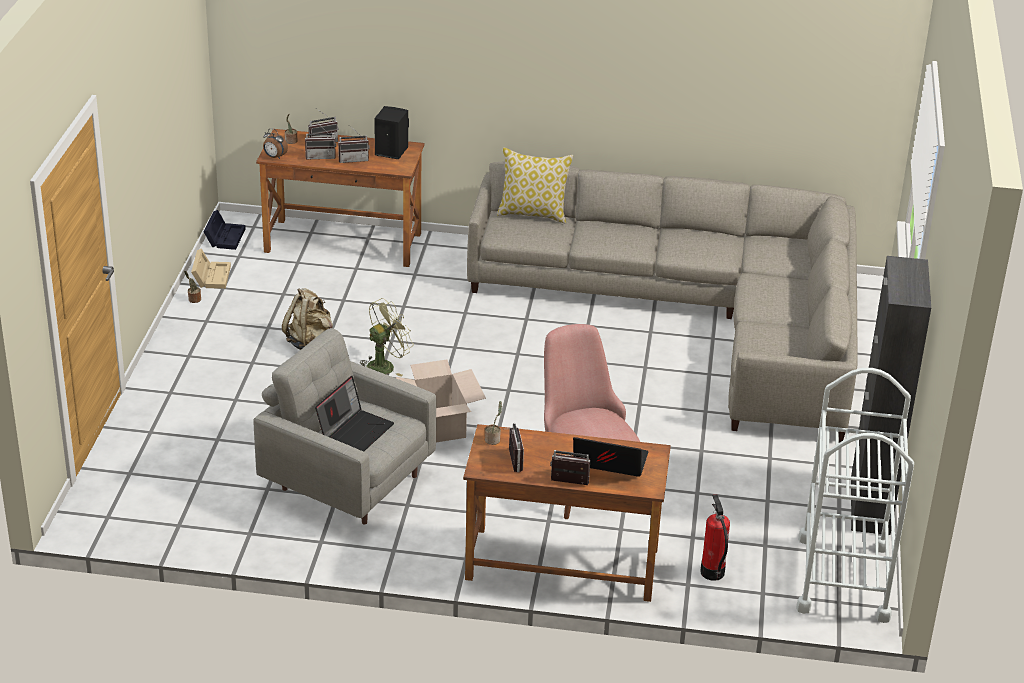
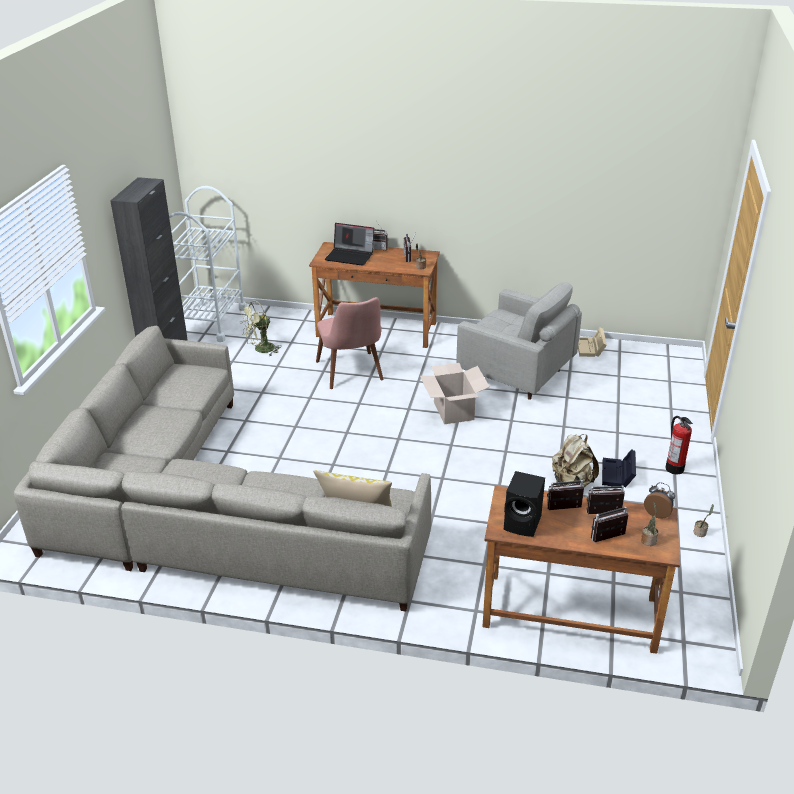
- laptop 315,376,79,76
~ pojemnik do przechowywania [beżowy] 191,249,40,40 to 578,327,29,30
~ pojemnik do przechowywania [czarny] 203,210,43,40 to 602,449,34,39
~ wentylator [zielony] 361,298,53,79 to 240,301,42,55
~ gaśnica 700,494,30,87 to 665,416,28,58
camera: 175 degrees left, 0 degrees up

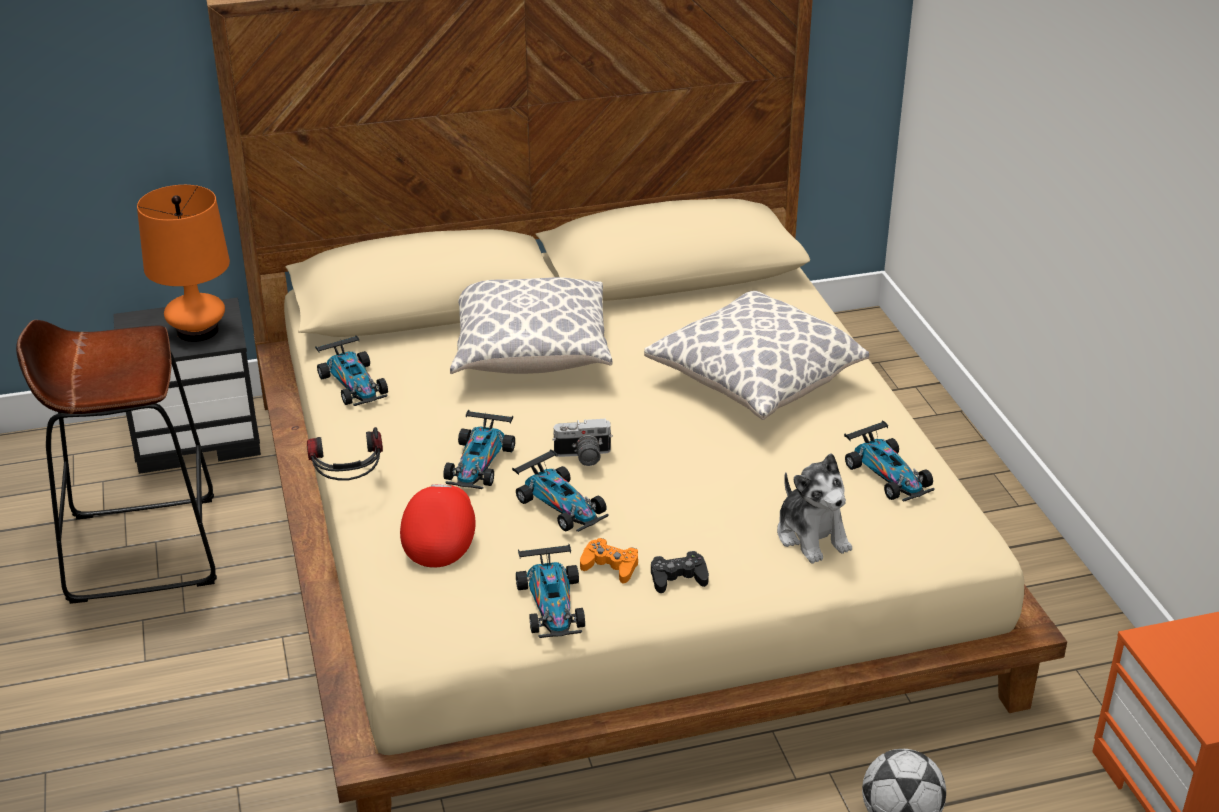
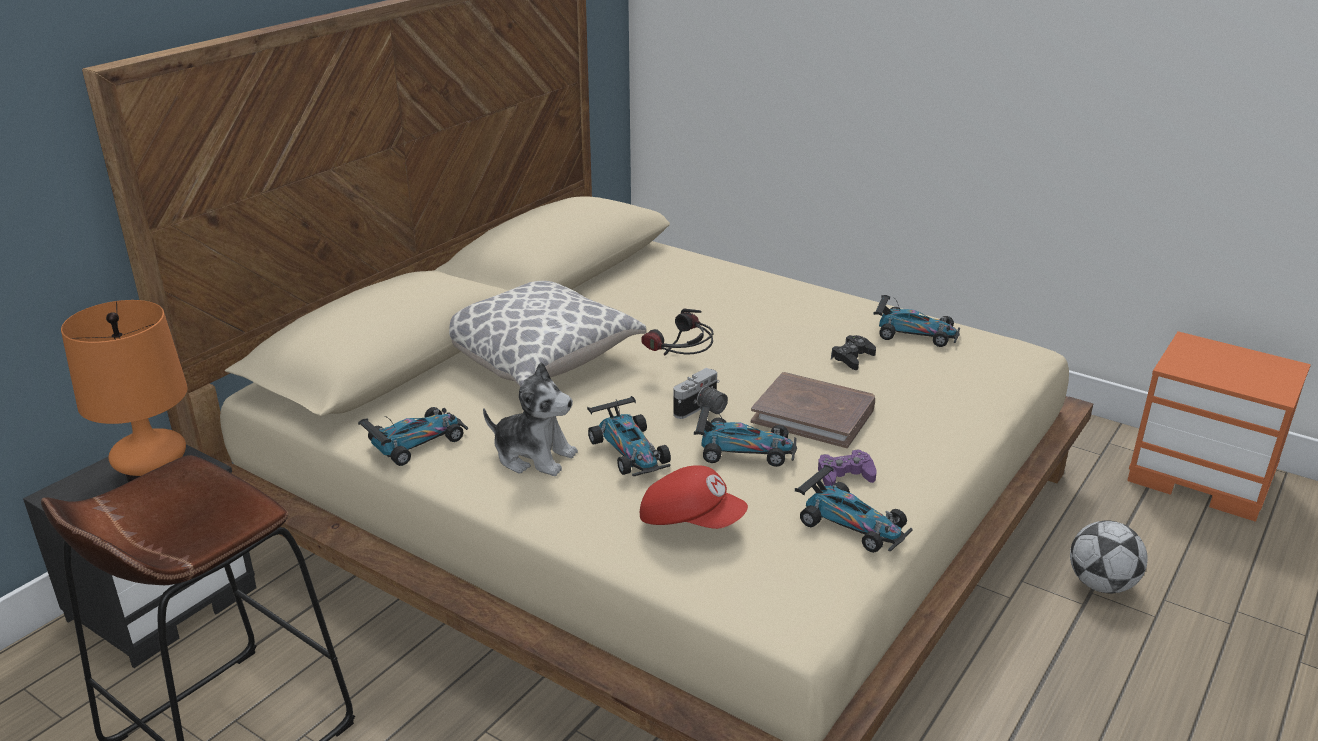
- poduszka 644,291,225,129
+ książka [brązowy] 751,372,124,76
~ słuchawki 307,427,76,53 to 641,308,72,47
~ pad do gier [czarny] 651,551,58,42 to 831,335,45,35
~ pluszak 777,453,75,111 to 483,362,95,114
~ pad do gier [pomarańczowy] 580,538,58,46 to pad do gier [fioletowy] 818,450,59,36
~ samochodzik 315,335,73,71 = 358,407,110,59 60 degrees counterclockwise
~ czapka z daszkiem [czerwony] 400,484,76,84 = 640,465,108,64 150 degrees clockwise
camera: 40 degrees left, 5 degrees down

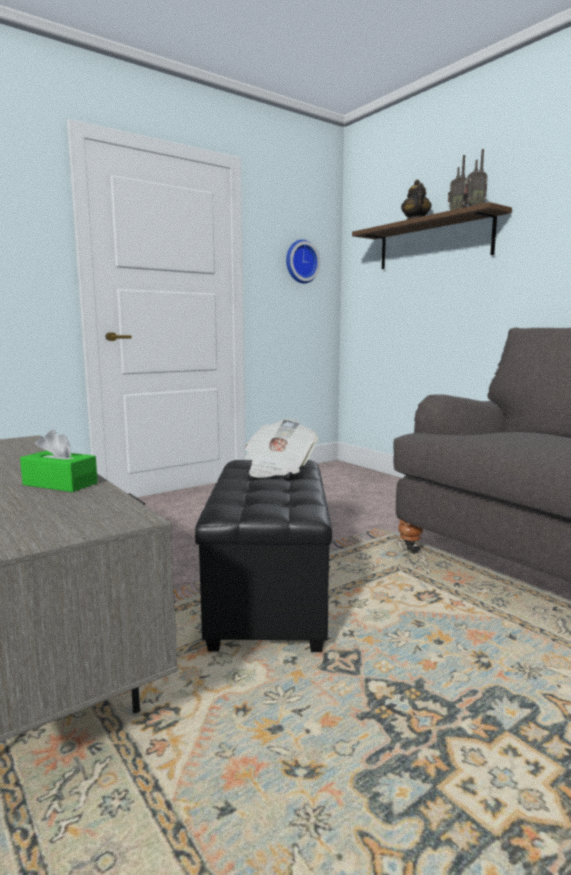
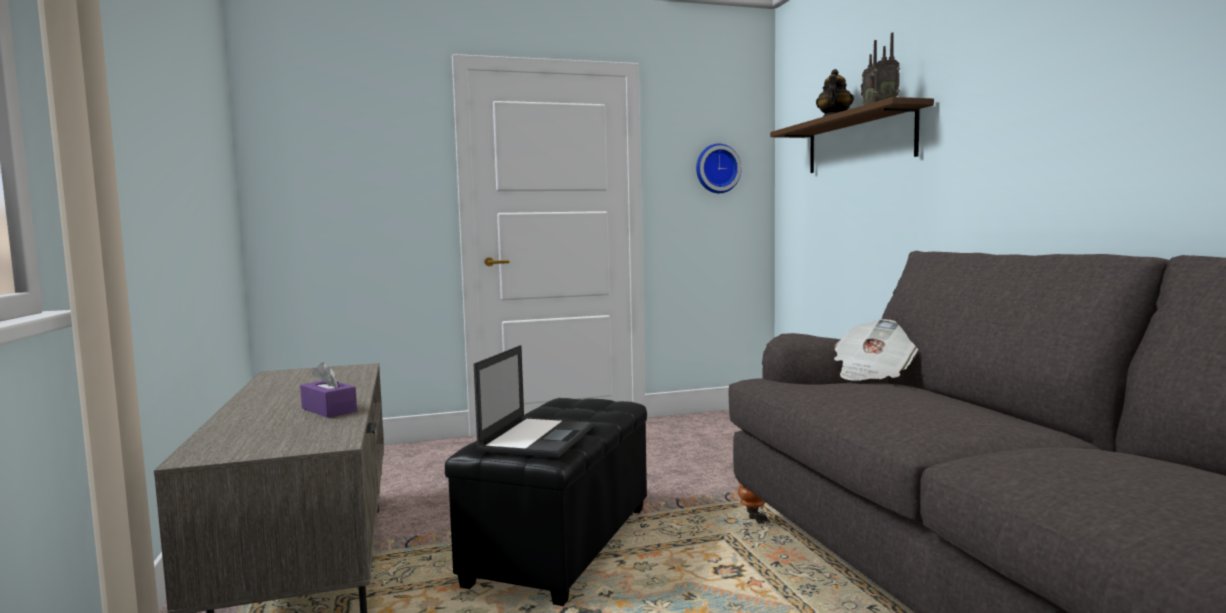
+ laptop 474,345,120,112
~ gazeta 245,419,74,59 to 834,319,84,62
~ pudełko chusteczek [zielony] 20,429,78,63 to pudełko chusteczek [fioletowy] 300,362,57,56
camera: 20 degrees right, 5 degrees down

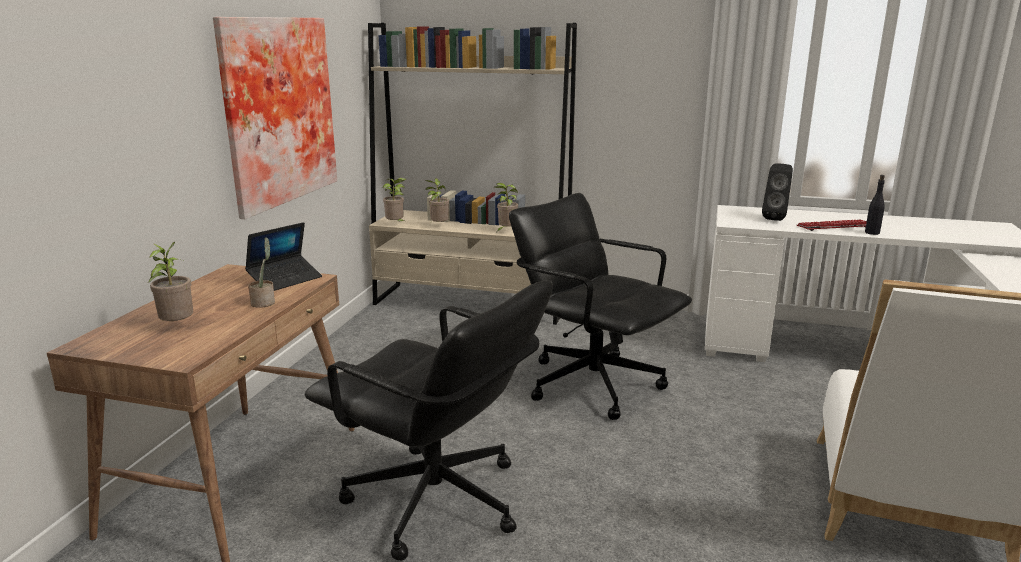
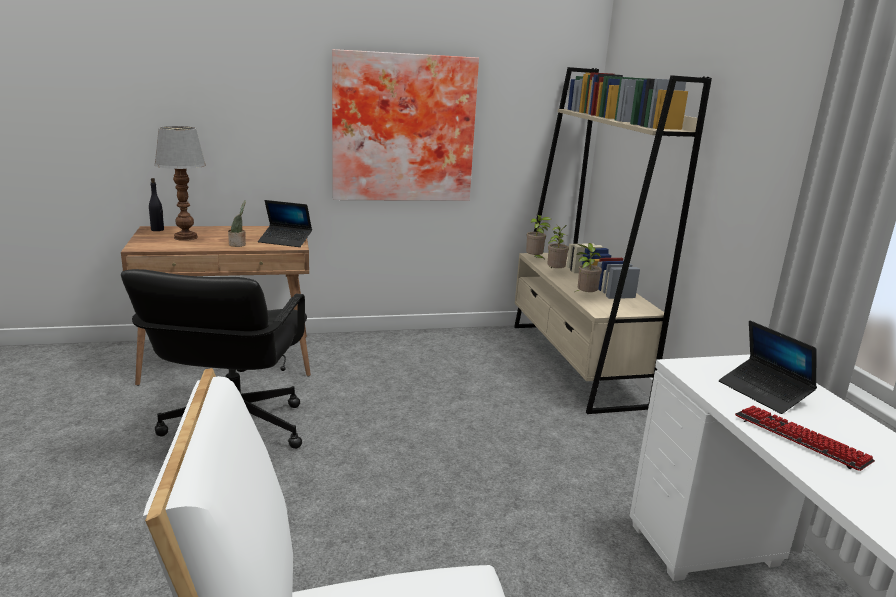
- krzesło biurowe [czarny] 509,193,183,227
~ butelka [czarny] 865,175,20,60 to 149,178,15,53
~ roślina doniczkowa 148,242,45,79 to lampa stołowa 154,126,52,115
~ głośnik [czarny] 762,164,31,57 to laptop 719,320,98,94
camera: 60 degrees right, 0 degrees up

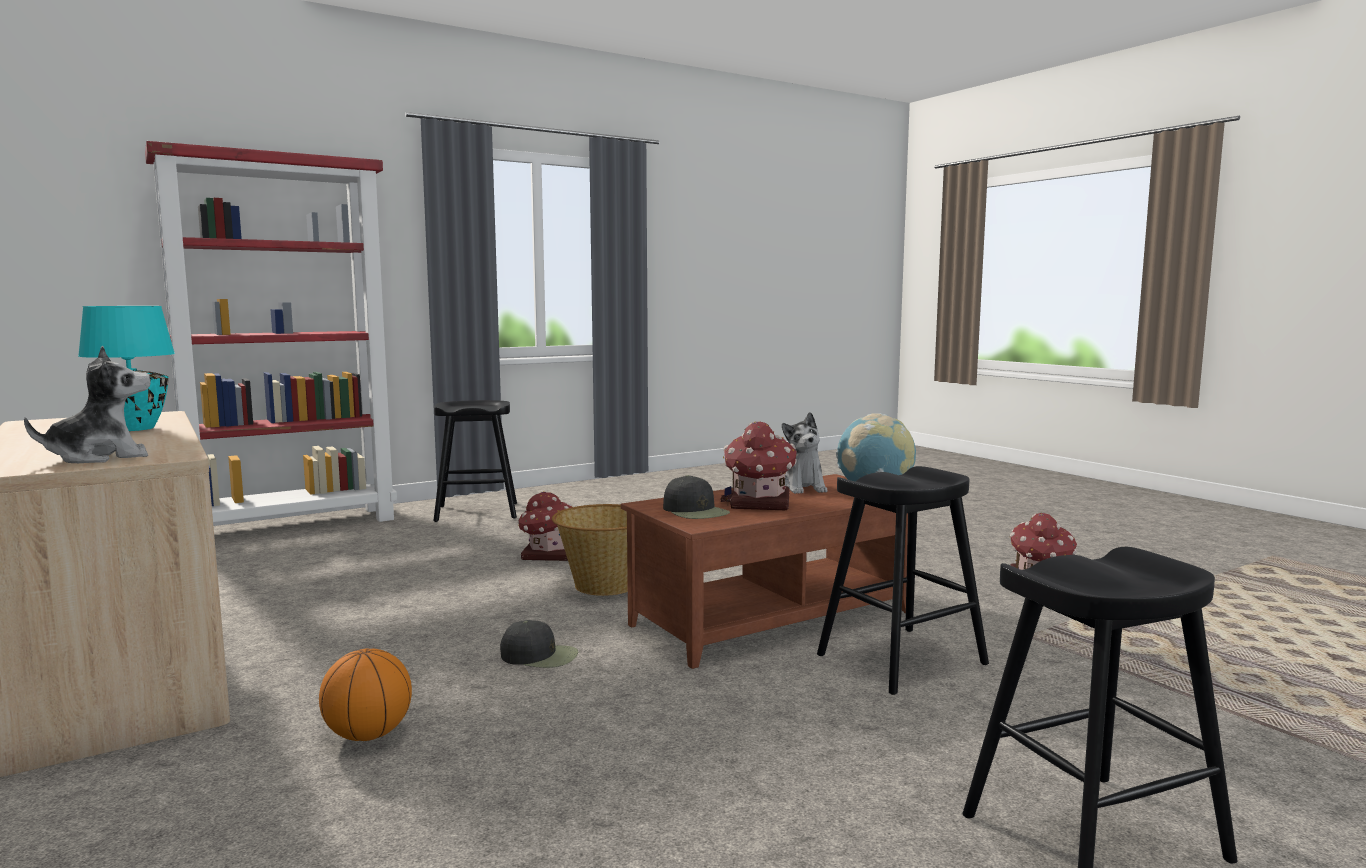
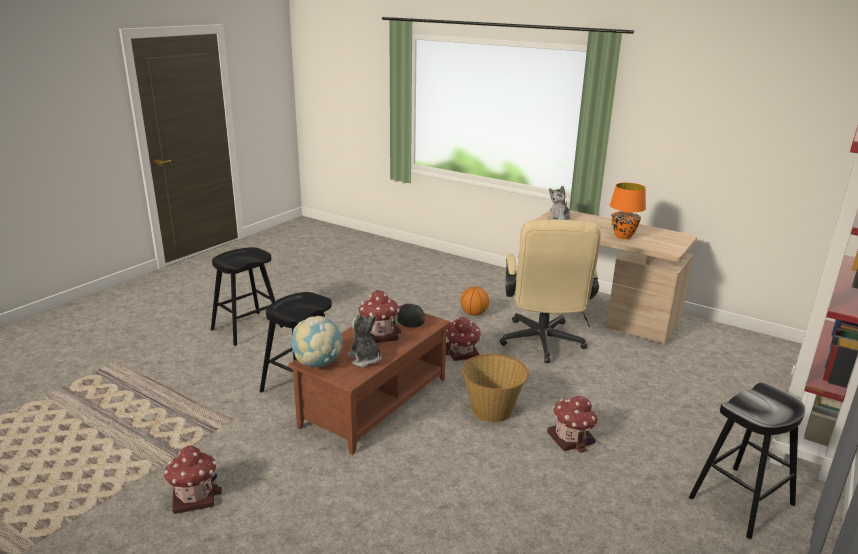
+ krzesło biurowe [beżowy] 500,220,101,143
~ czapka z daszkiem [czarny] 500,620,78,48 to domek 446,317,35,44
~ lampa stołowa [turkusowy] 78,306,97,125 to lampa stołowa [pomarańczowy] 610,183,36,56
camera: 155 degrees right, 15 degrees up

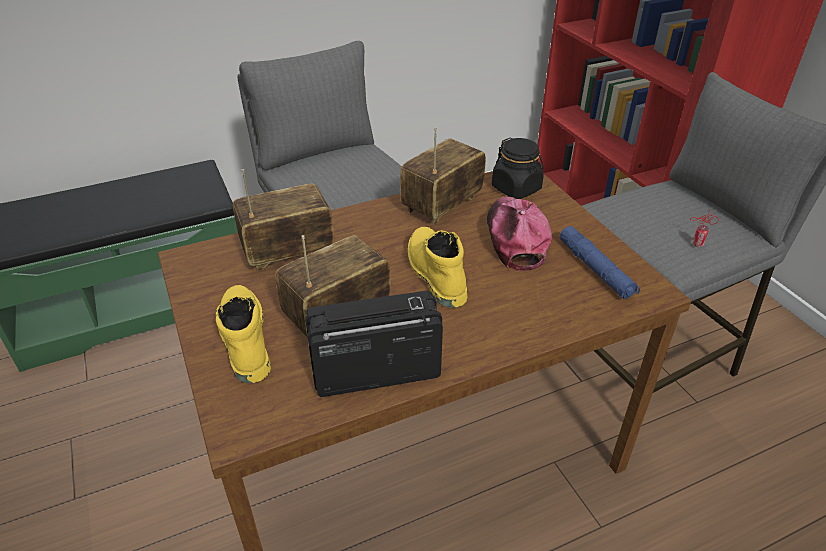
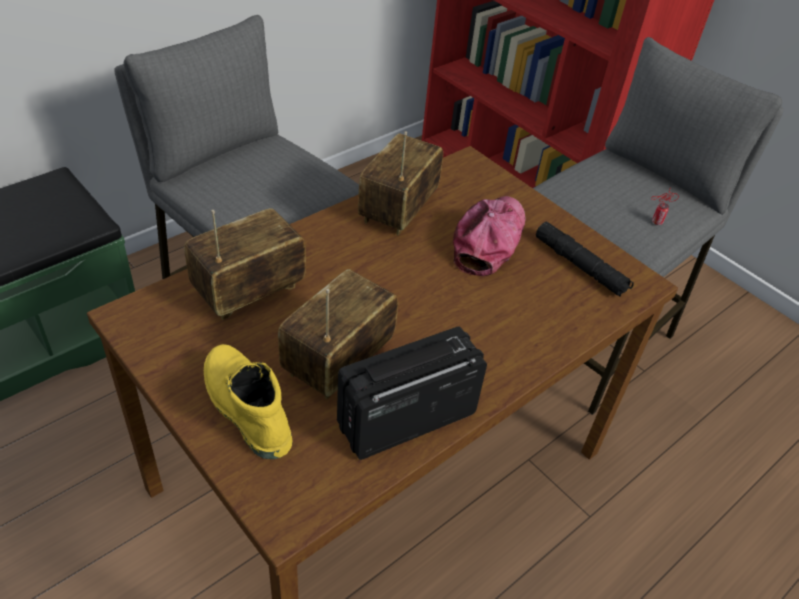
- but z cholewką [żółty] 408,227,59,81
- słoik [czarny] 492,137,52,62
~ latarka [niebieski] 560,226,80,73 to latarka [czarny] 536,222,98,74
~ czapka z daszkiem 487,197,65,75 = 453,196,72,80 45 degrees clockwise
camera: 20 degrees left, 5 degrees up

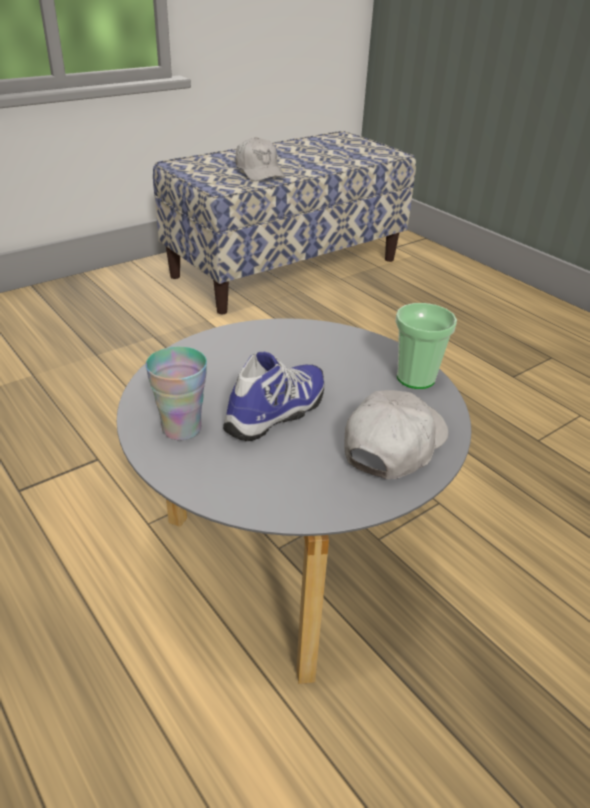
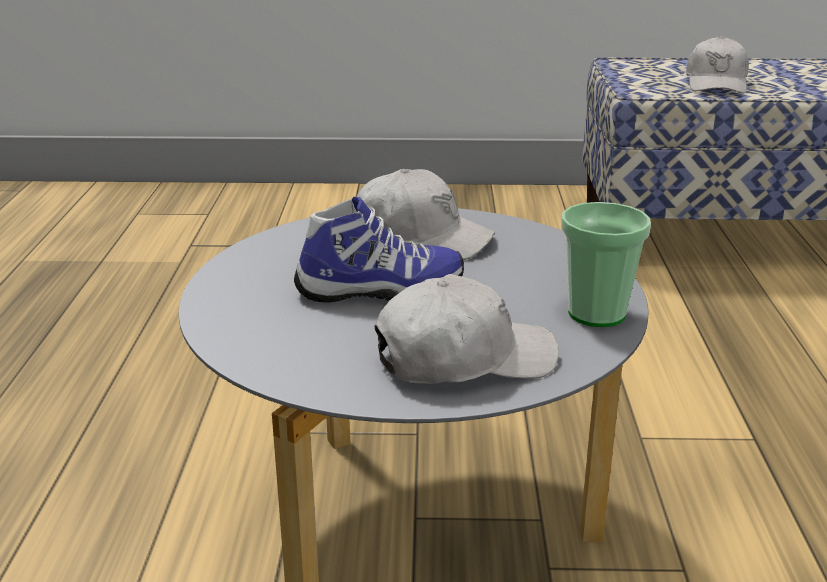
- filiżanka 145,347,62,93
+ czapka z daszkiem [biały] 356,169,139,91
camera: 40 degrees right, 10 degrees down

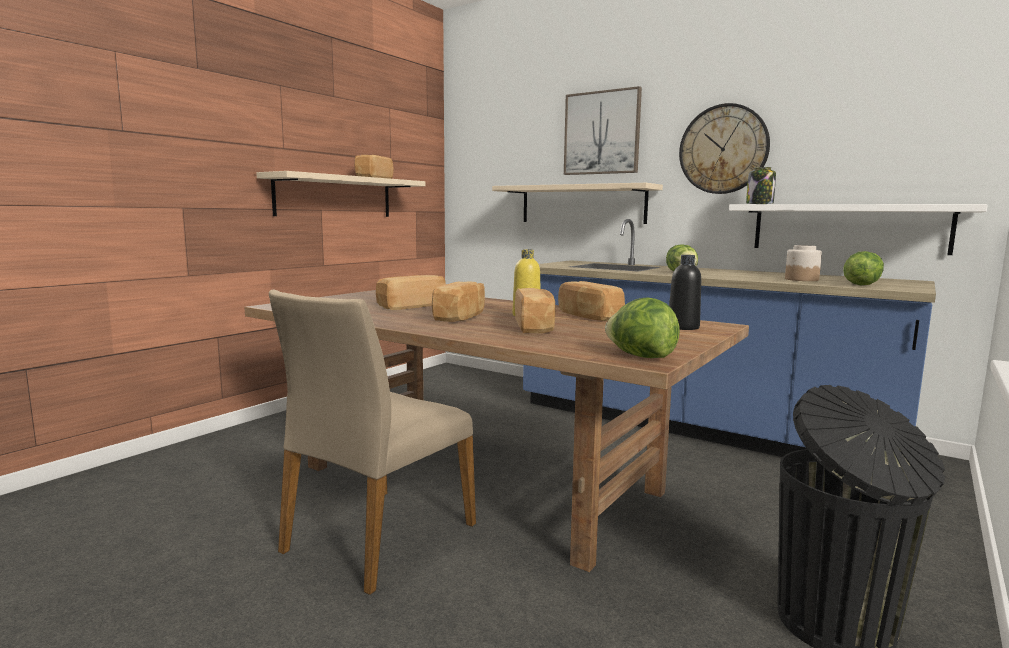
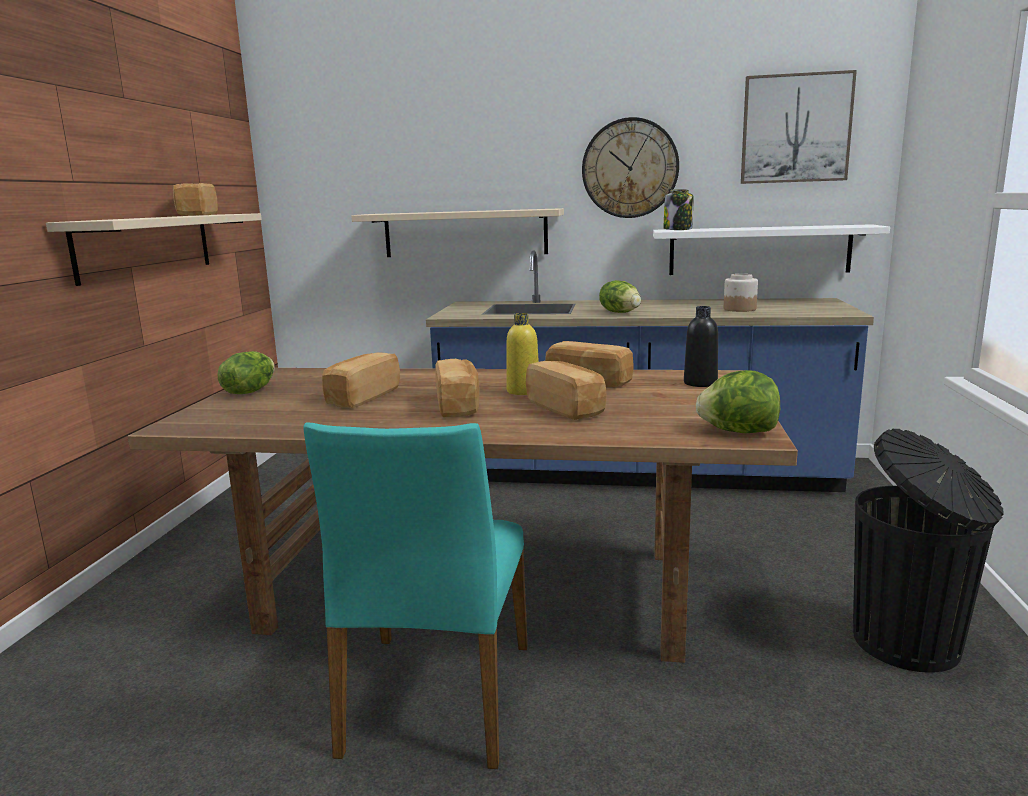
~ obraz 564,86,78,89 to 741,70,116,114
~ sałata 843,251,41,34 to 217,351,58,43
~ krzesło [beżowy] 269,289,207,306 to krzesło [turkusowy] 303,423,225,346
camera: 25 degrees left, 5 degrees up

